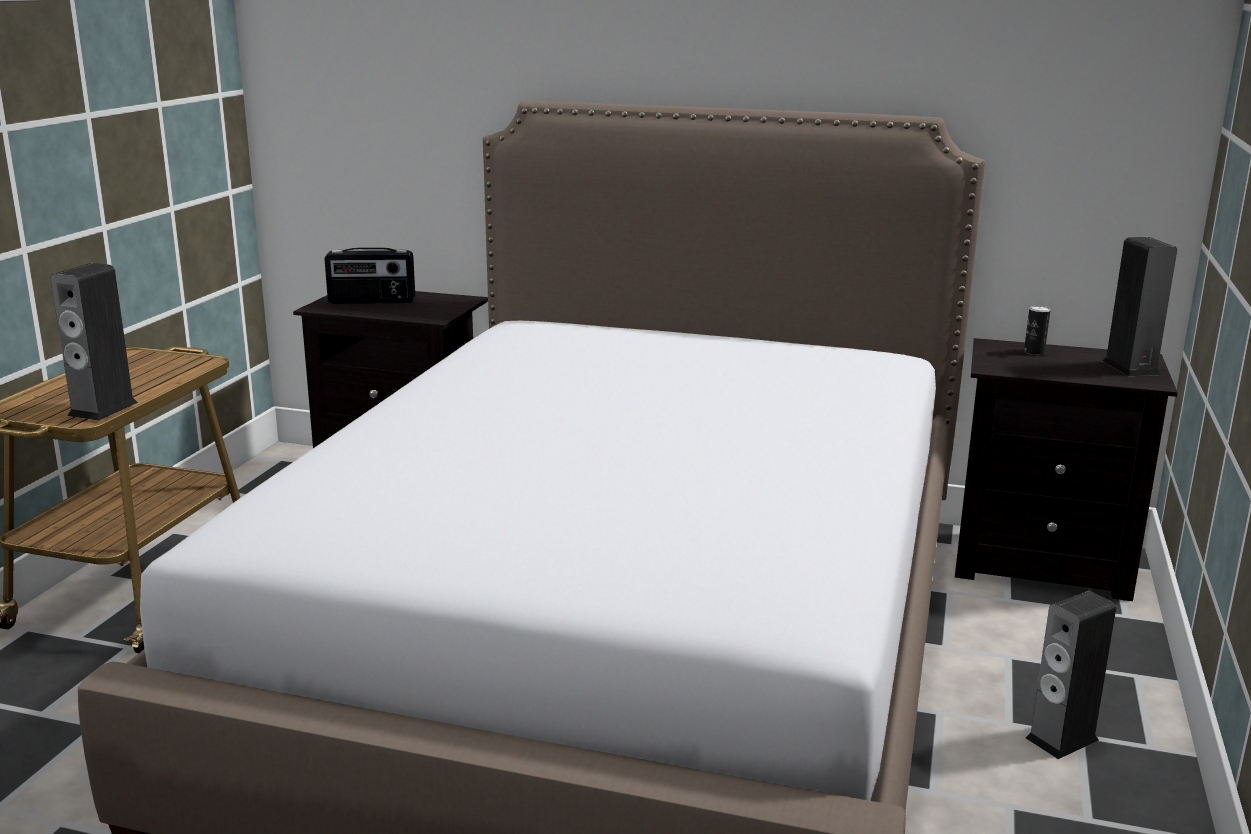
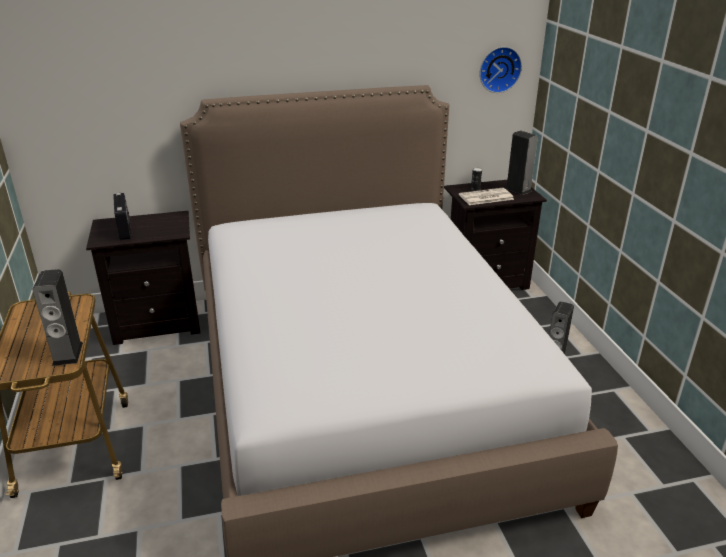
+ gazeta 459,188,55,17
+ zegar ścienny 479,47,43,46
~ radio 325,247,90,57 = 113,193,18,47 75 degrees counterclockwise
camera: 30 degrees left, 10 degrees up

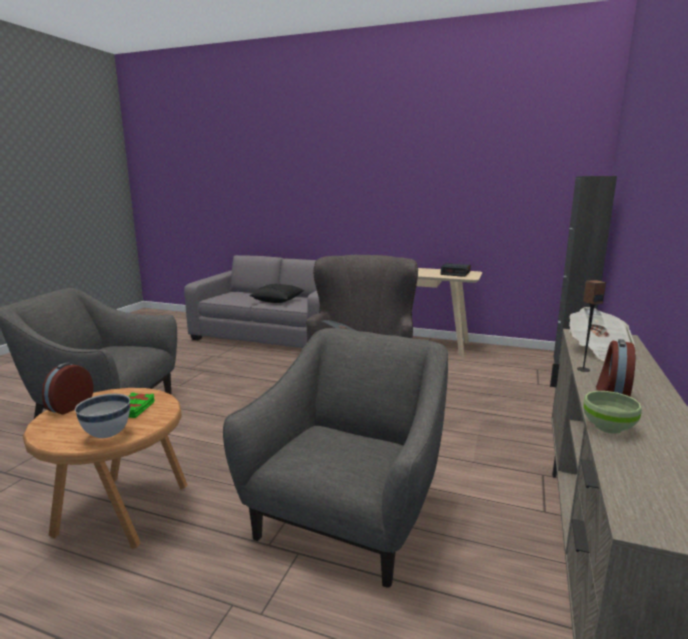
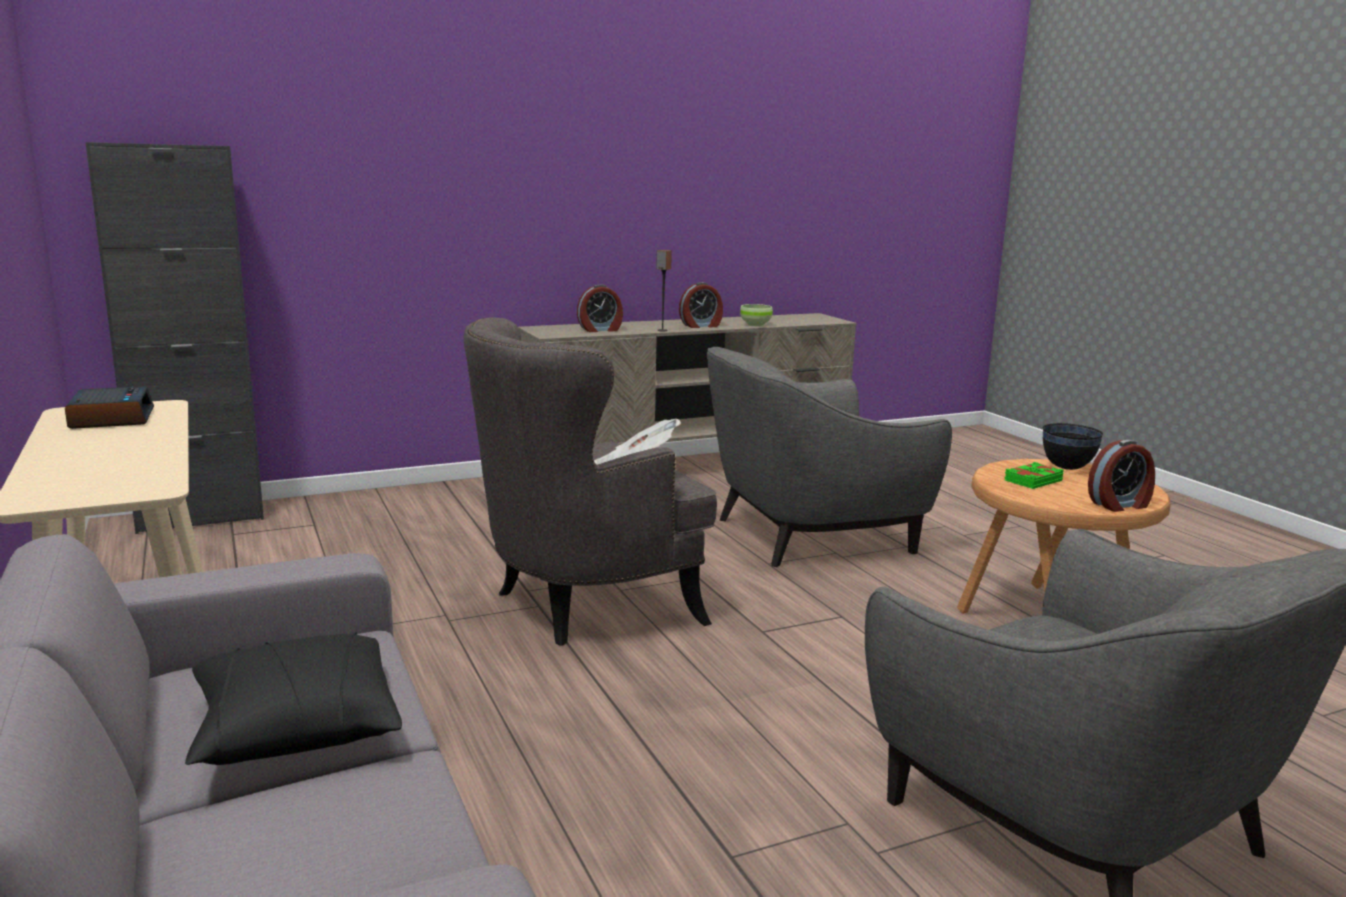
~ gazeta 569,307,67,54 to budzik 577,284,46,48
~ miska [biały] 75,394,55,44 to miska [czarny] 1042,423,61,47
camera: 135 degrees left, 0 degrees up

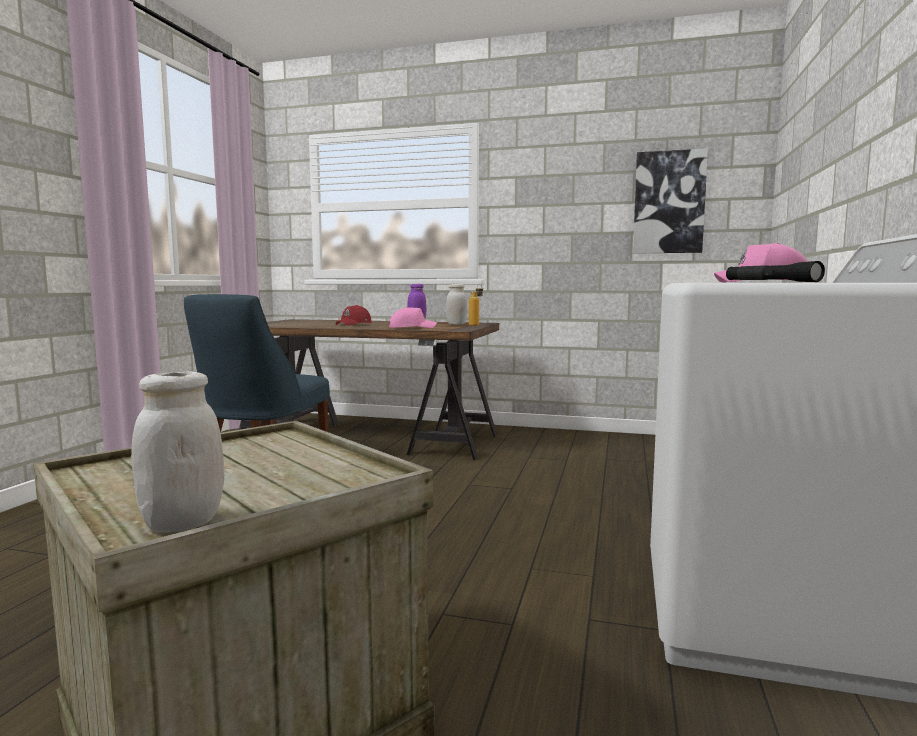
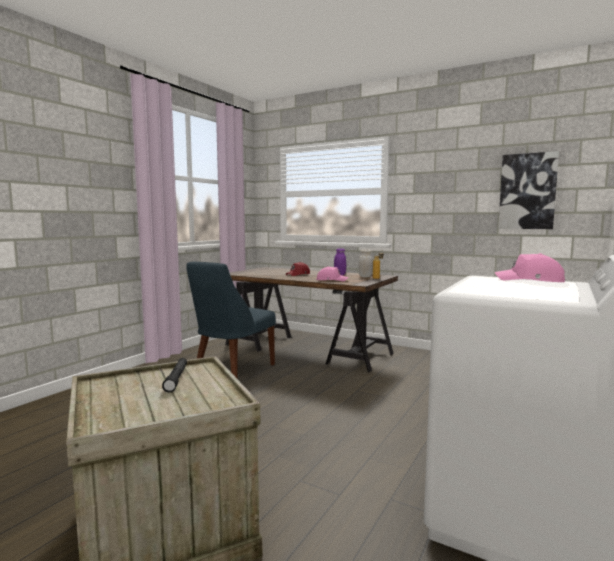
- słoik [biały] 131,371,93,162
~ latarka [czarny] 726,261,99,21 to 162,358,25,35
camera: 15 degrees right, 0 degrees up

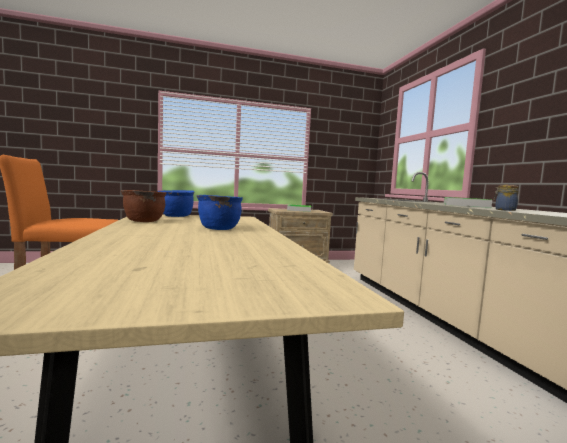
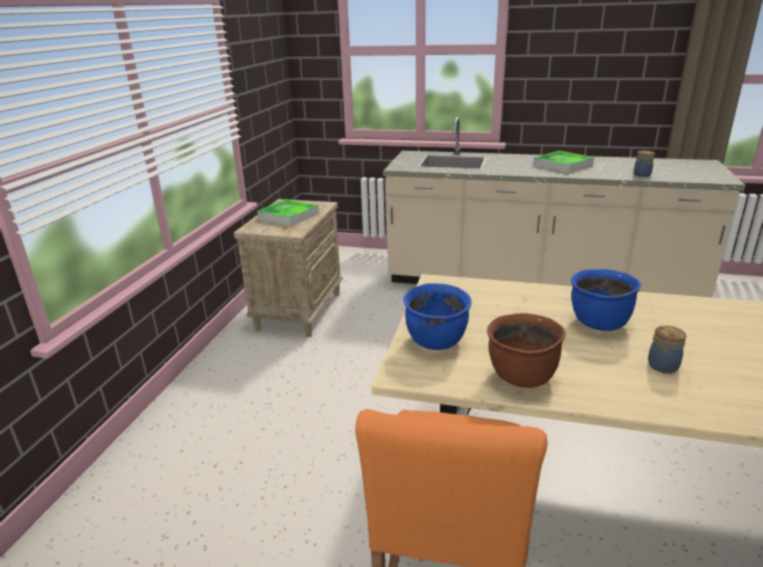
+ słoik 648,325,38,48
camera: 60 degrees left, 20 degrees up

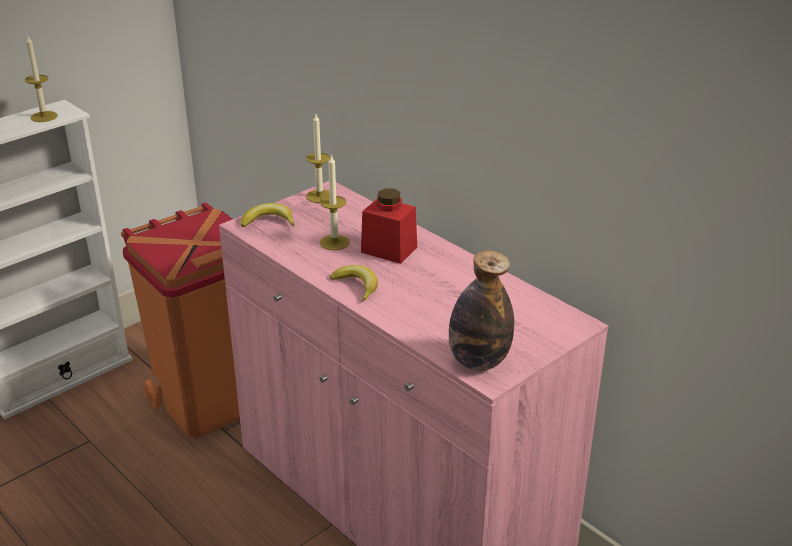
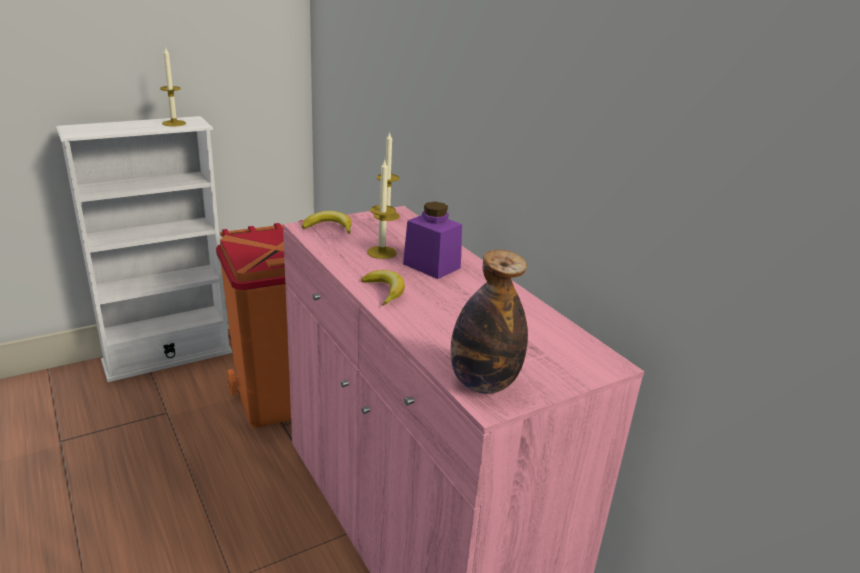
~ słoik [czerwony] 361,188,56,76 to słoik [fioletowy] 403,202,59,77
camera: 10 degrees right, 5 degrees down

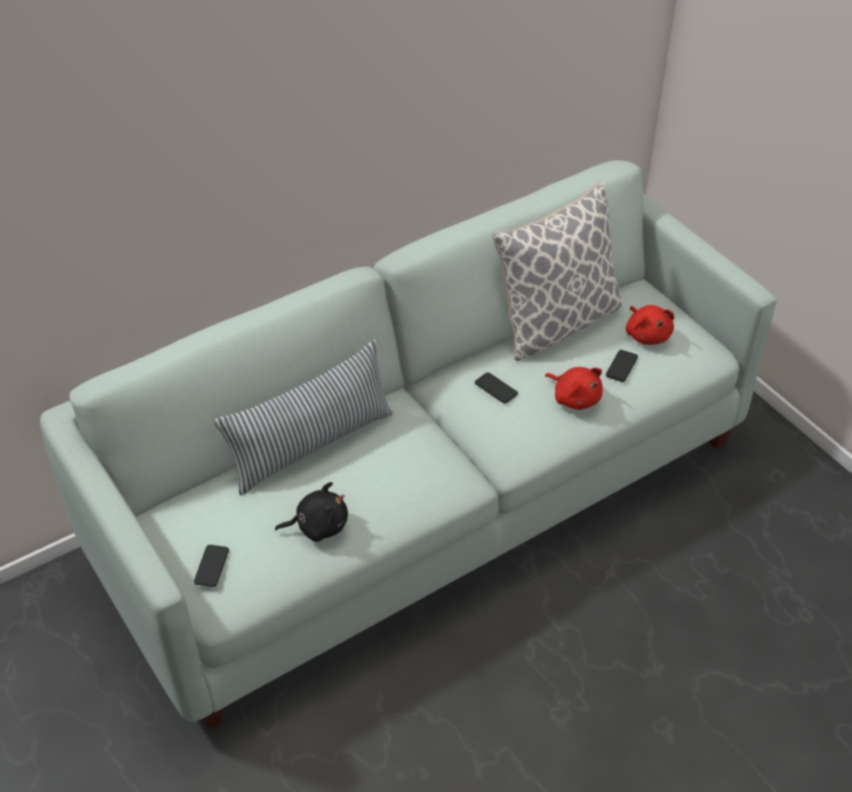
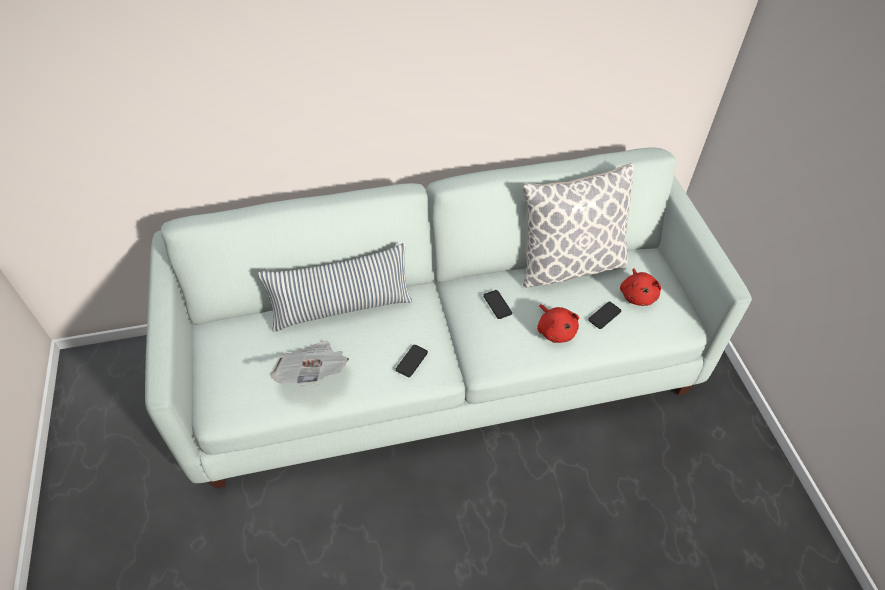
~ telefon 194,545,35,42 to 396,345,32,32
~ pluszak [czarny] 275,482,73,60 to gazeta 270,341,79,45
camera: 20 degrees right, 5 degrees up

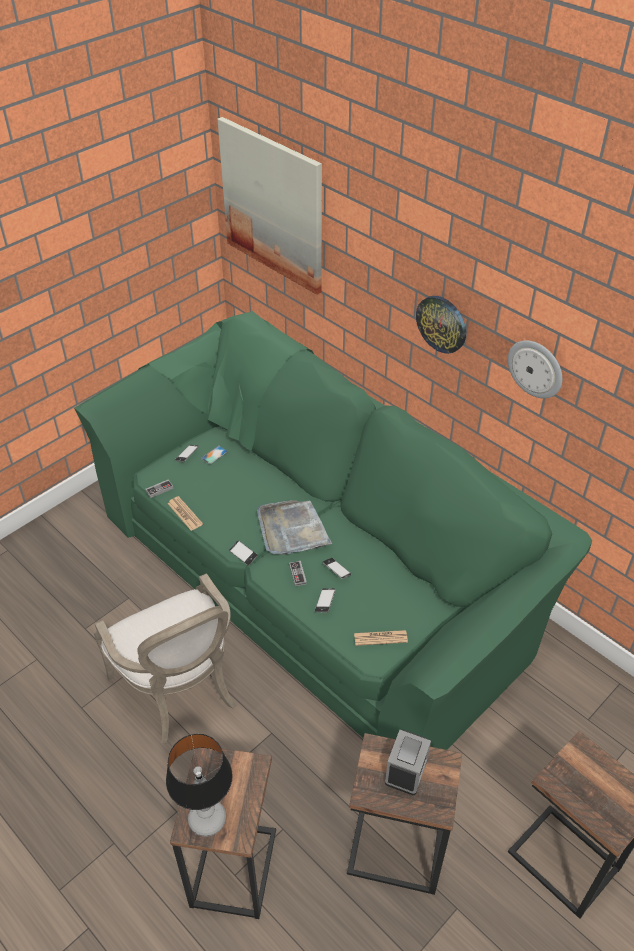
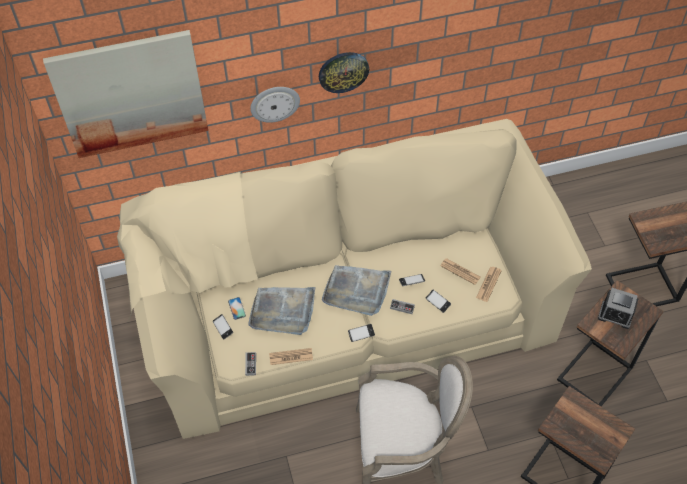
- lampa stołowa 166,734,67,103
+ taca [szary] 248,287,67,48
+ gazeta 440,258,41,27
~ zegar ścienny 508,340,54,58 to 250,87,50,36
~ kanapa [zielony] 74,311,518,439 to kanapa [beżowy] 117,119,475,320
~ budzik 385,730,46,65 = 598,288,40,41 150 degrees clockwise
camera: 60 degrees left, 10 degrees up

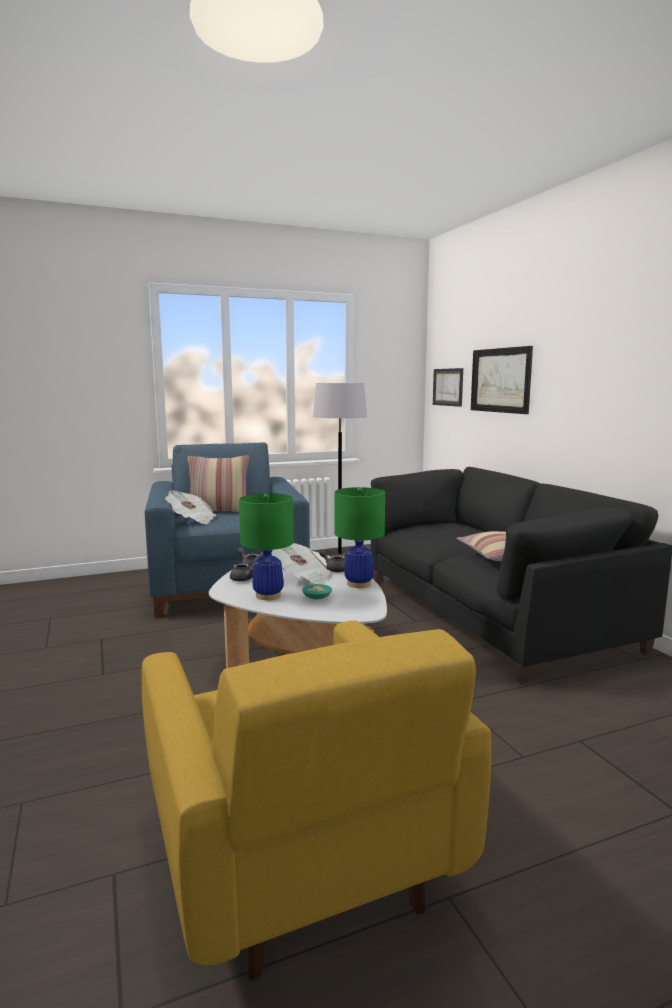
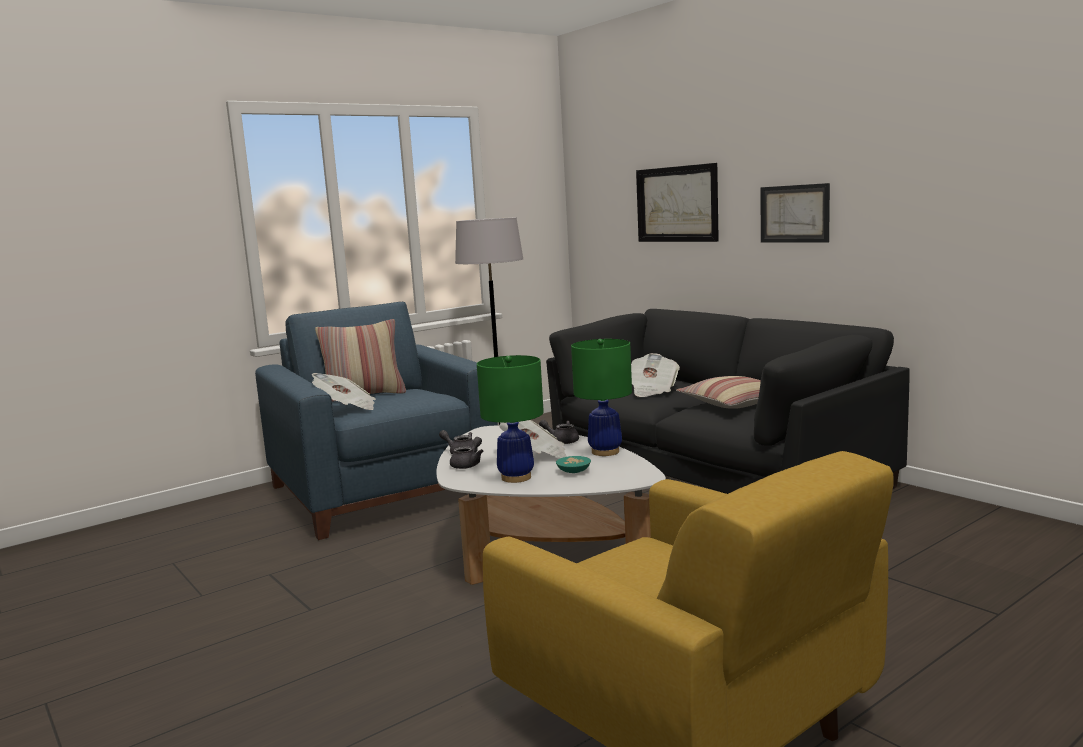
+ gazeta 631,353,49,44
~ obraz 433,368,30,39 to 761,183,69,60
camera: 15 degrees left, 0 degrees up

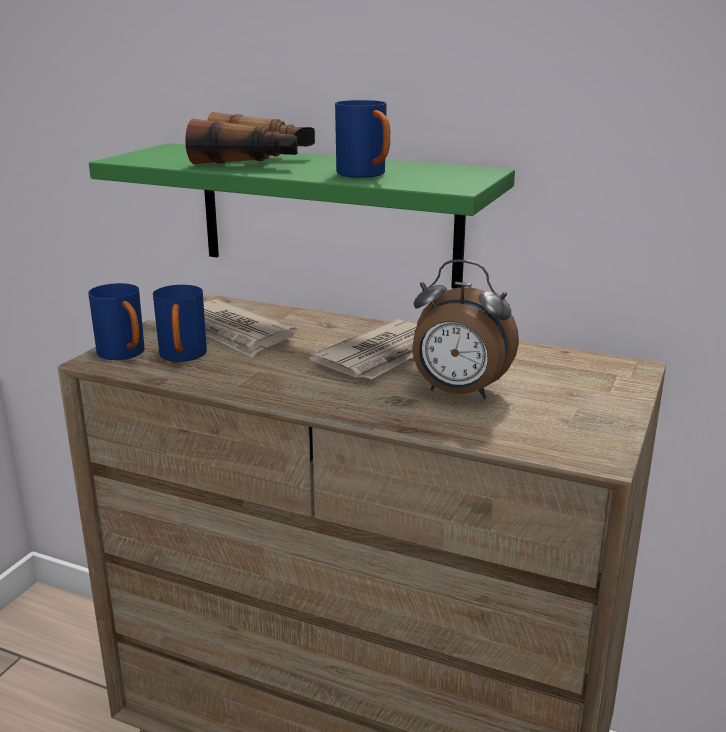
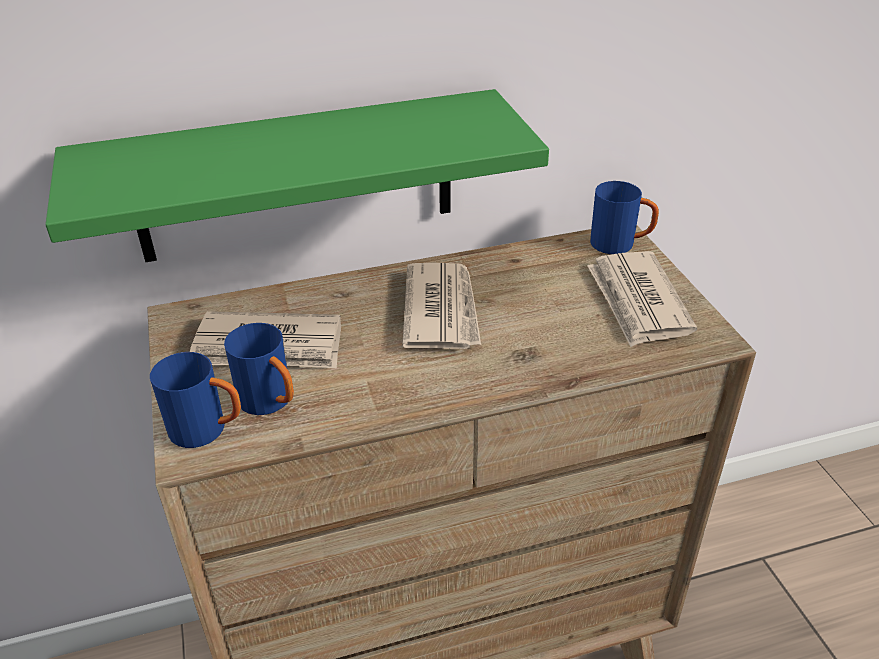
- lornetka 185,112,130,52
- budzik 412,260,107,139
+ gazeta 587,251,110,96
~ kubek [niebieski] 335,100,55,78 to 590,181,69,73
camera: 40 degrees left, 15 degrees up

